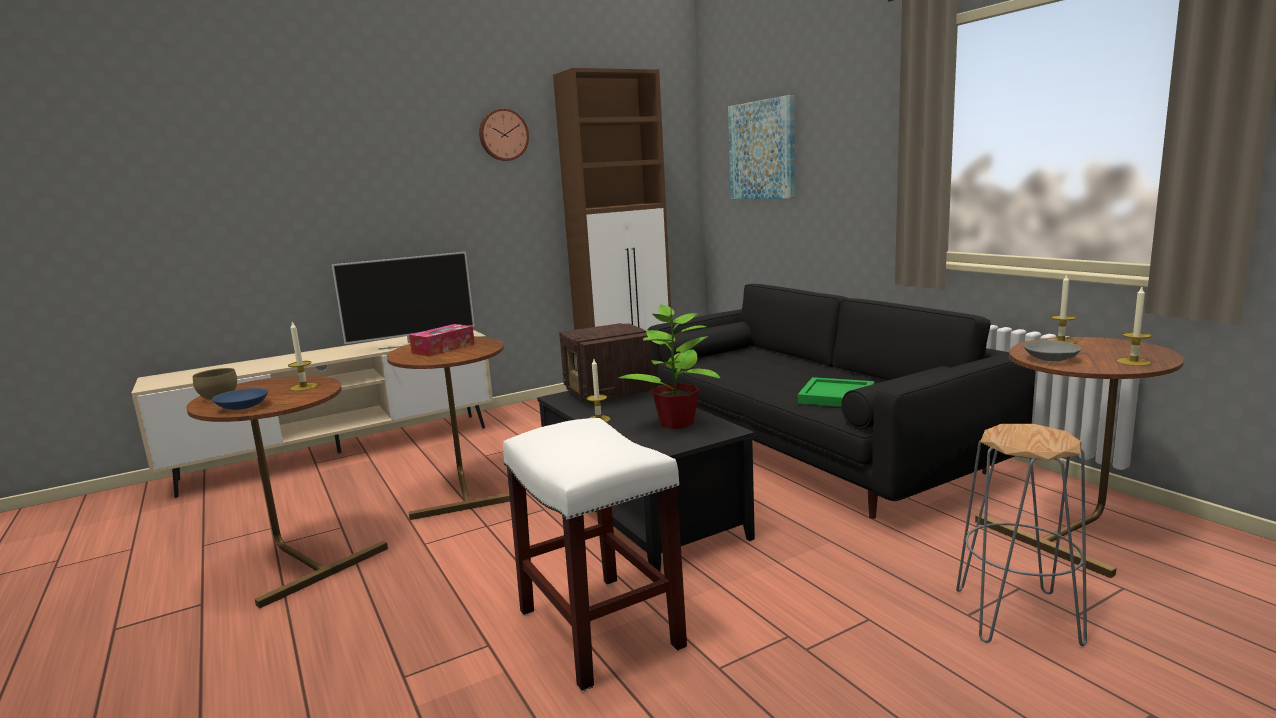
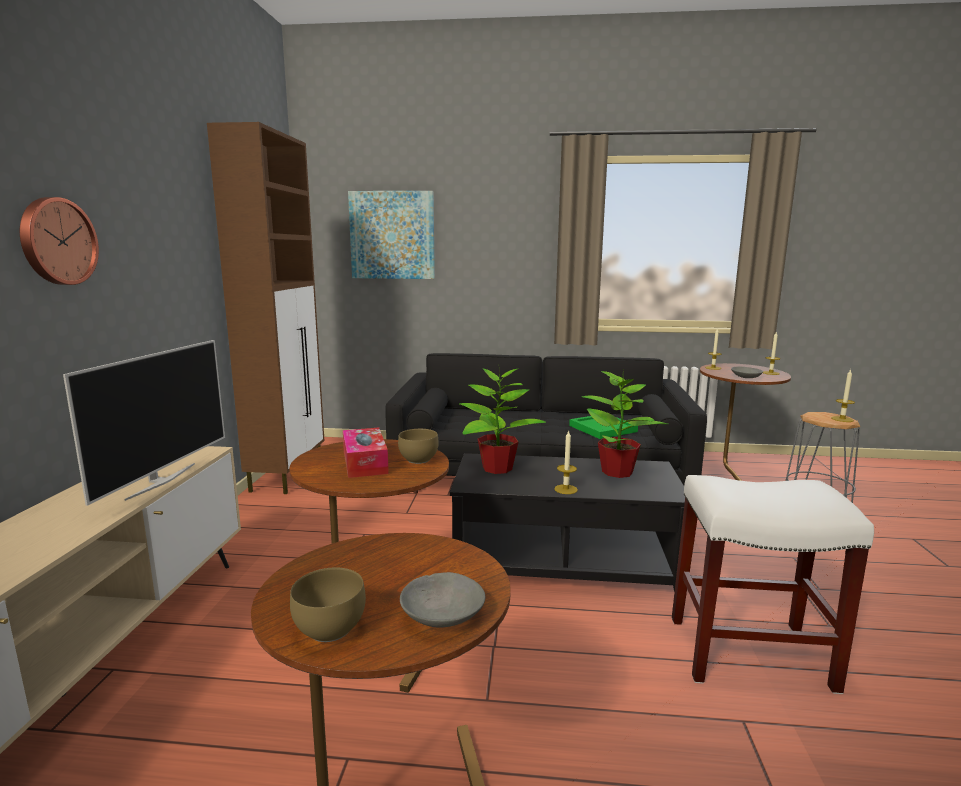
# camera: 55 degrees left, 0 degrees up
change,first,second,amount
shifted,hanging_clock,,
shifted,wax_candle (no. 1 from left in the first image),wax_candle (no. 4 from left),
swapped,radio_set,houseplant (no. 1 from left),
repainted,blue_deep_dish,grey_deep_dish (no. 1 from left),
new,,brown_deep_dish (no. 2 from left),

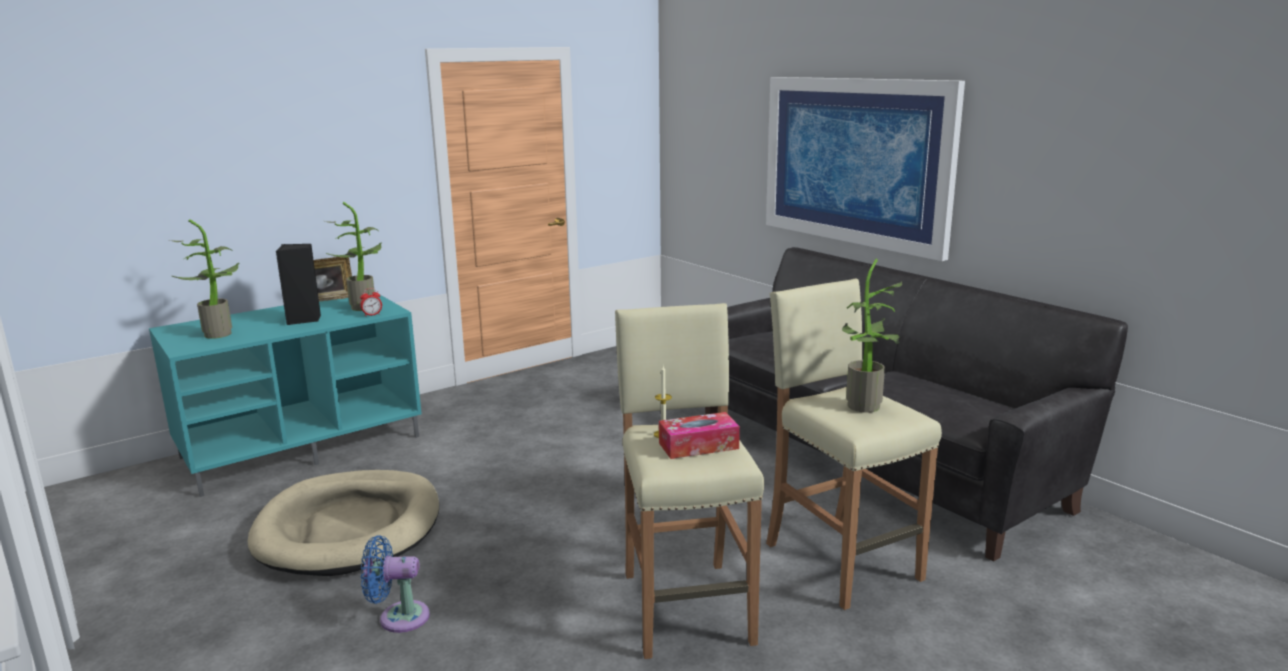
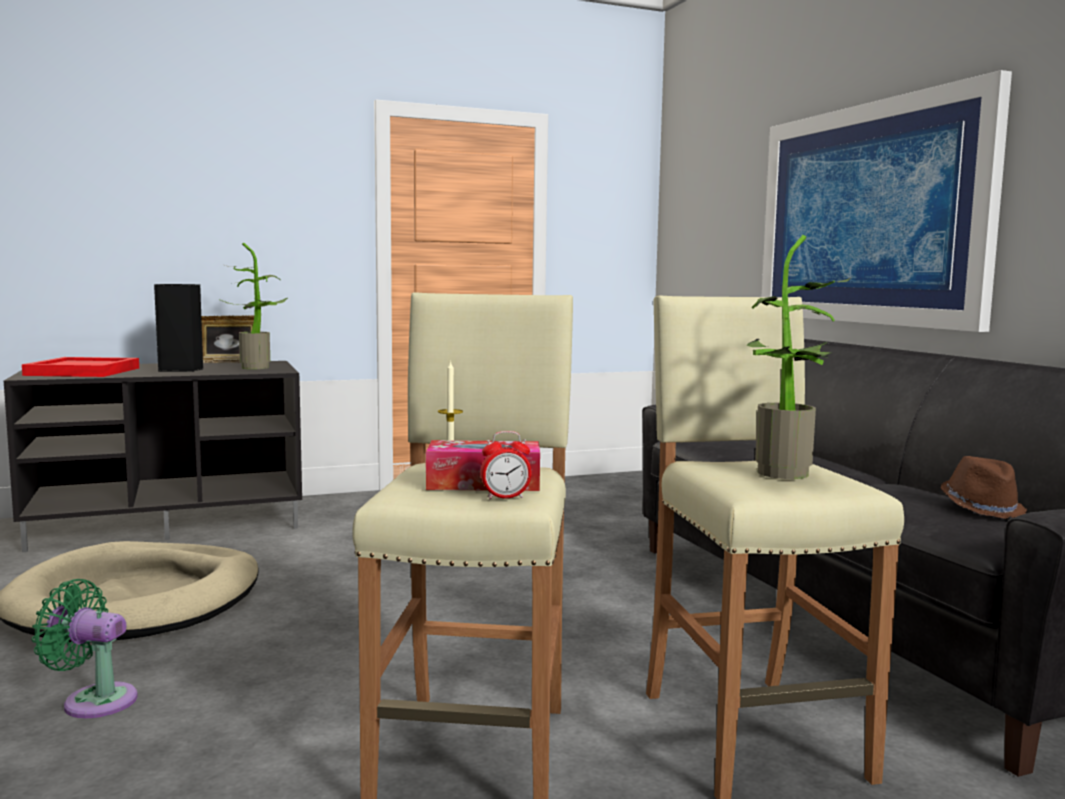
# camera: 15 degrees right, 10 degrees down
change,first,second,amount
swapped,houseplant (no. 1 from left),red_serving_tray,
shifted,bedside_clock,,
repainted,blue-green_media_console,black-coloured_media_console,
repainted,blue_fan,greenish_fan,
new,,brown_clothing_hat,

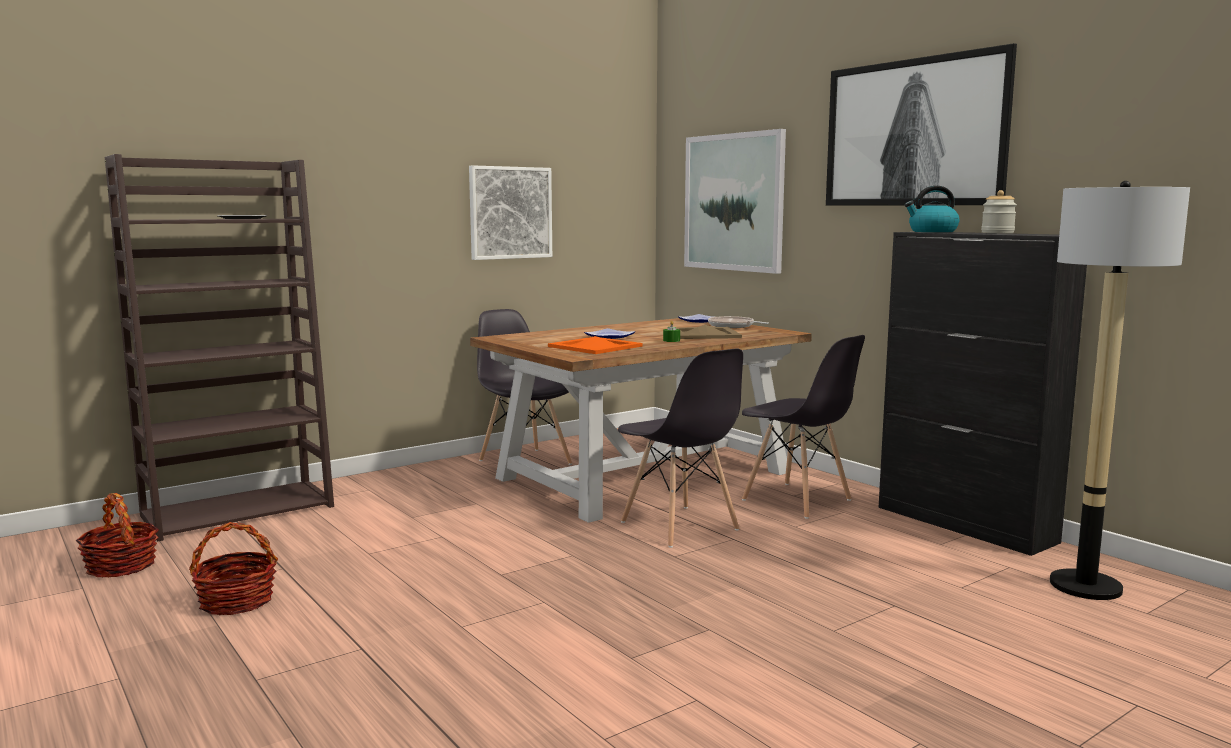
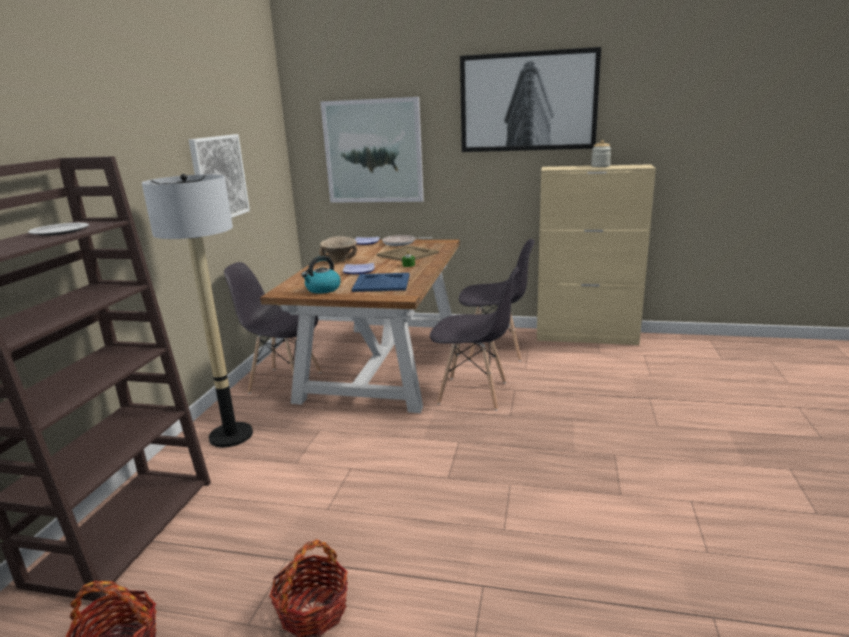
# camera: 40 degrees left, 10 degrees up
change,first,second,amount
shifted,floor_lamp,,
shifted,tea_kettle,,
repainted,black-coloured_storage_cabinet,beige_storage_cabinet,
repainted,orangey_serving_tray,blue_serving_tray,
new,,beige_deep_dish,

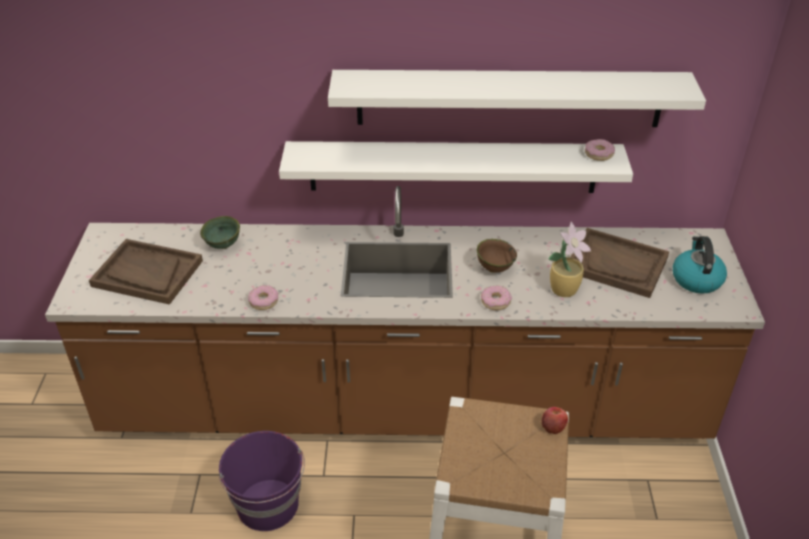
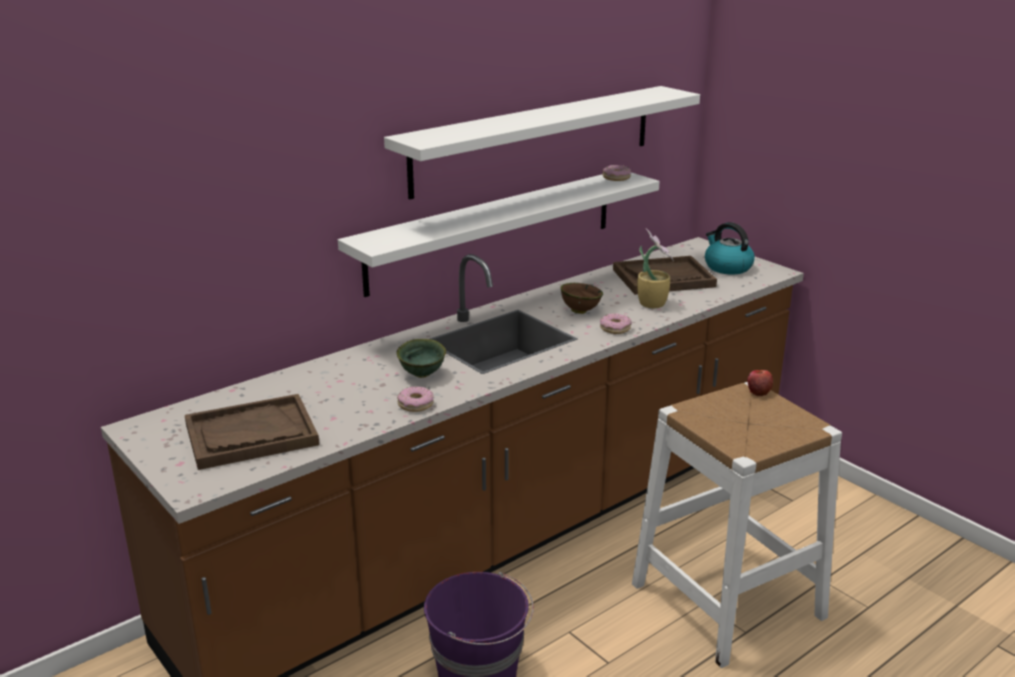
# camera: 40 degrees left, 15 degrees down
change,first,second,amount
shifted,greenish_deep_dish,,

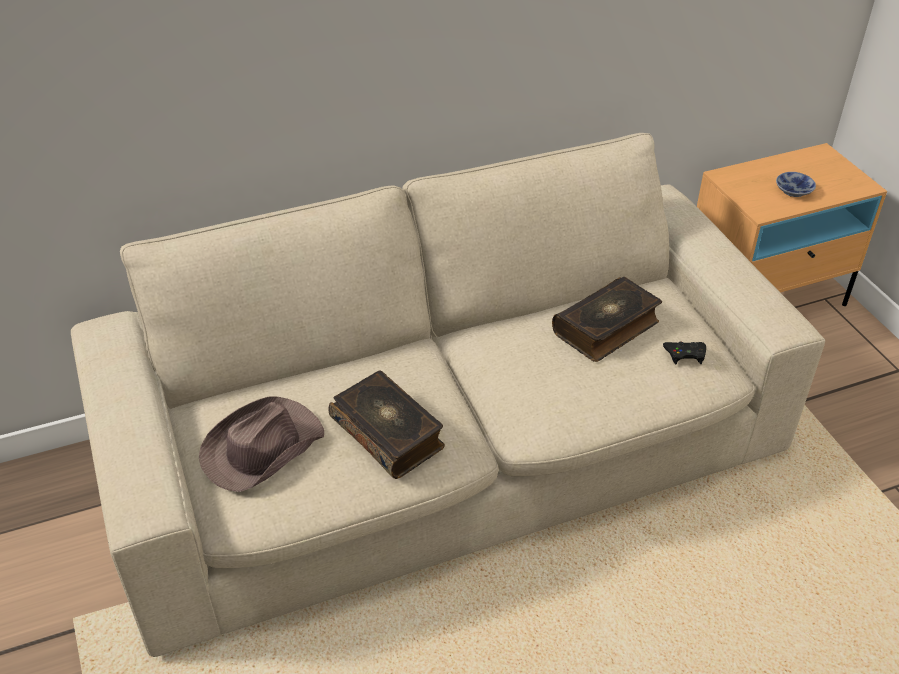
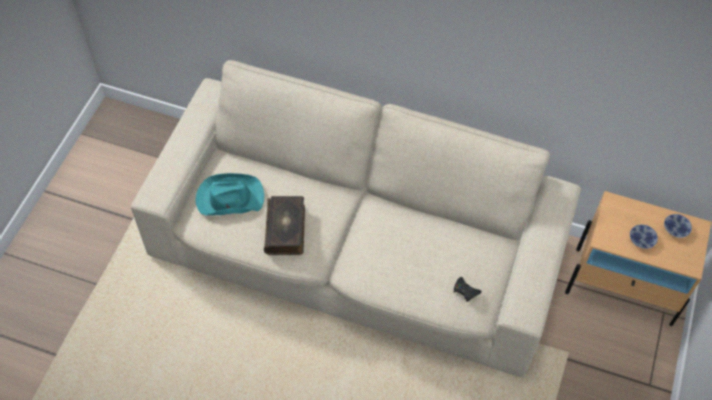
# camera: 40 degrees right, 15 degrees up
change,first,second,amount
gone,bound_book (no. 2 from left),,
repainted,brown_clothing_hat,blue-green_clothing_hat,
new,,deep_dish (no. 2 from left),

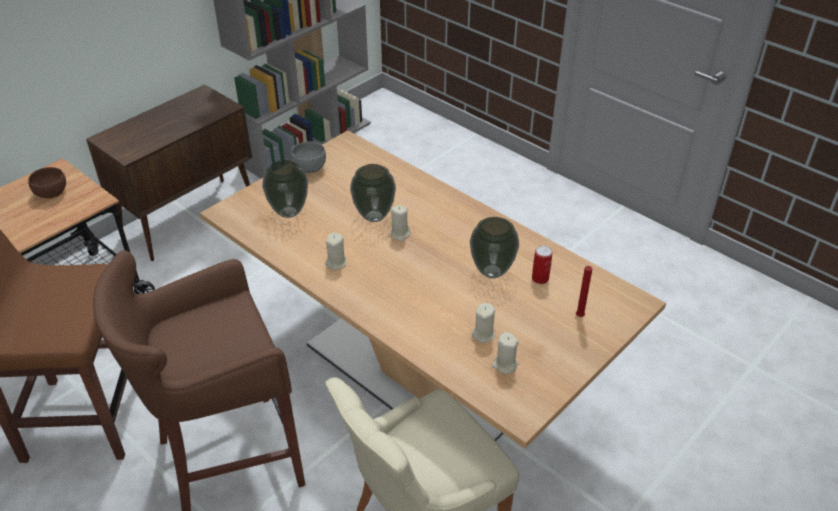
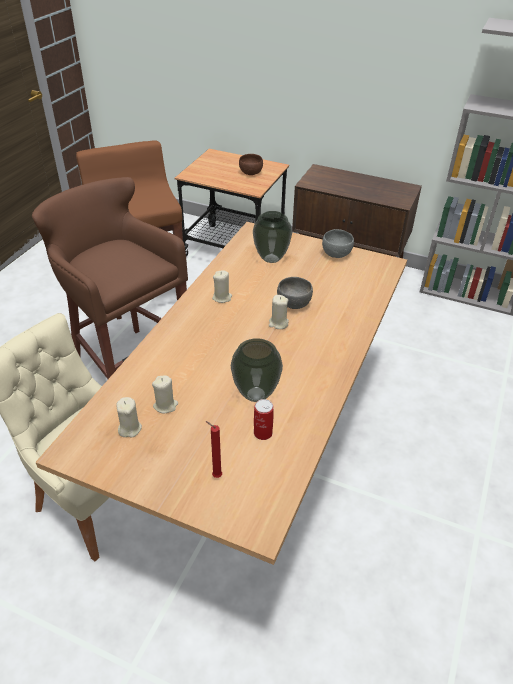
# camera: 70 degrees right, 0 degrees up
change,first,second,amount
swapped,vase (no. 2 from left),grey_deep_dish (no. 1 from left),

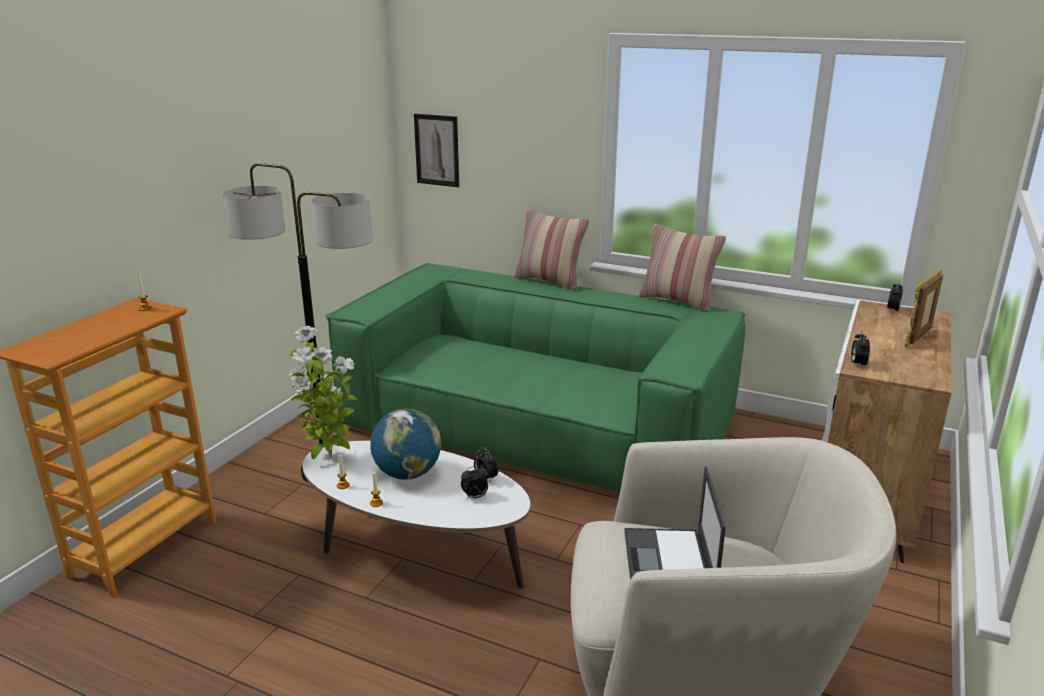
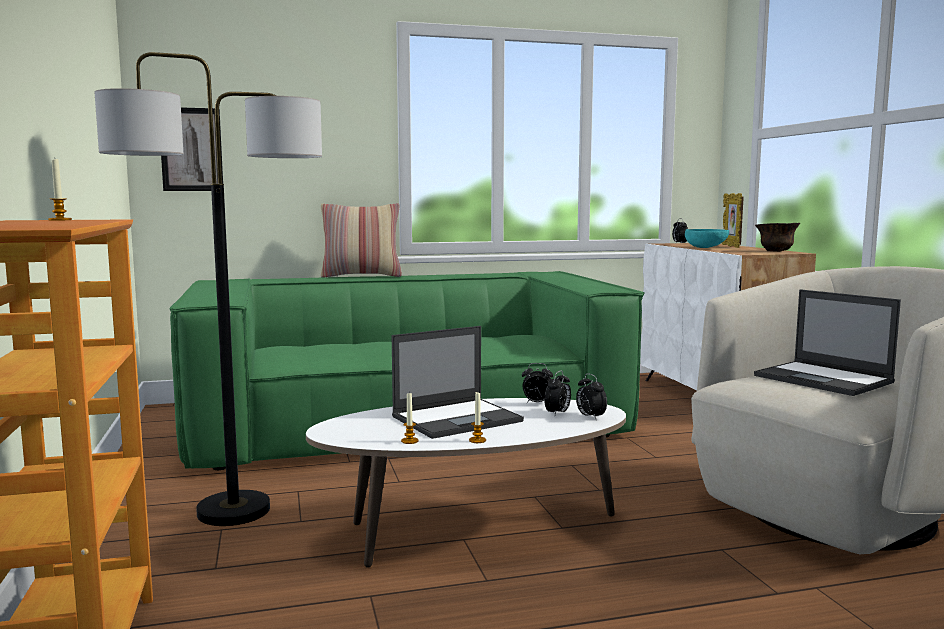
# camera: 40 degrees left, 15 degrees down
change,first,second,amount
gone,pillow (no. 2 from left),,
gone,houseplant,,
shifted,bedside_clock (no. 3 from left),,
swapped,globe,portable_computer (no. 1 from left),
new,,brown_deep_dish,
new,,blue-green_deep_dish,

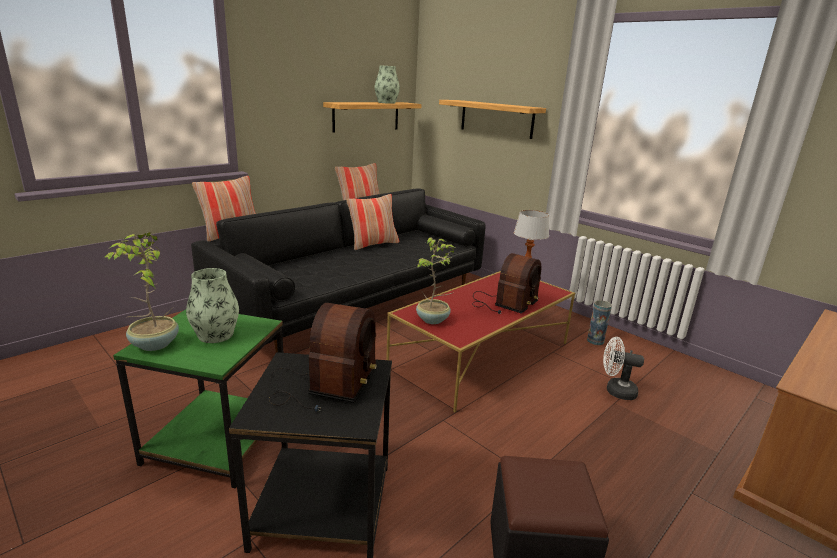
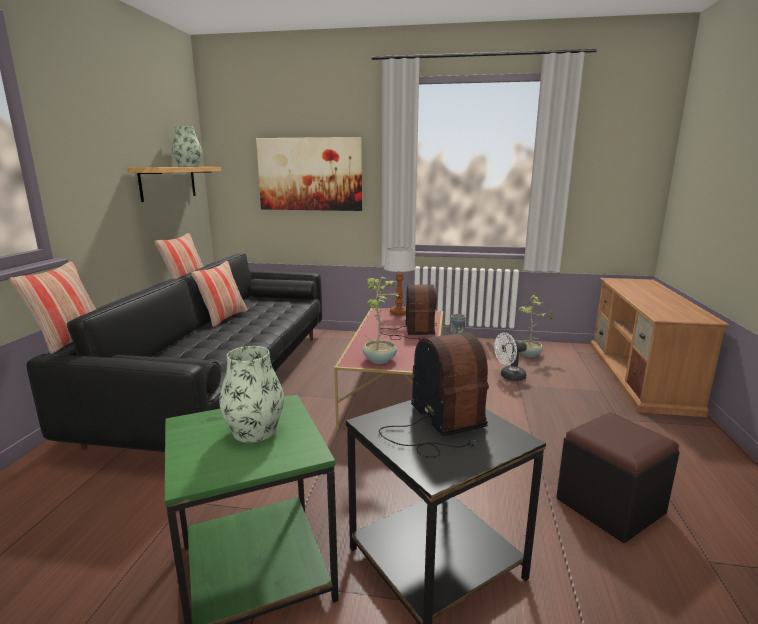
# camera: 35 degrees left, 5 degrees down
change,first,second,amount
swapped,wall_shelf (no. 2 from left),wall_picture,
shifted,houseplant (no. 1 from left in the first image),houseplant (no. 2 from left),

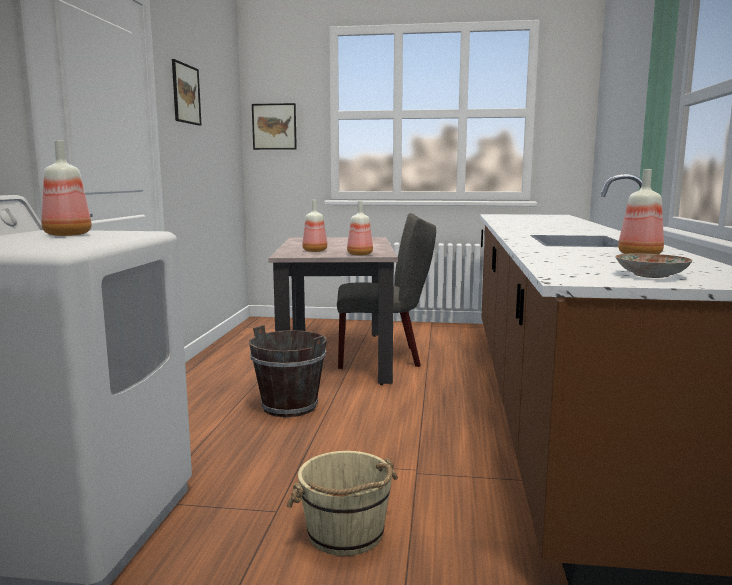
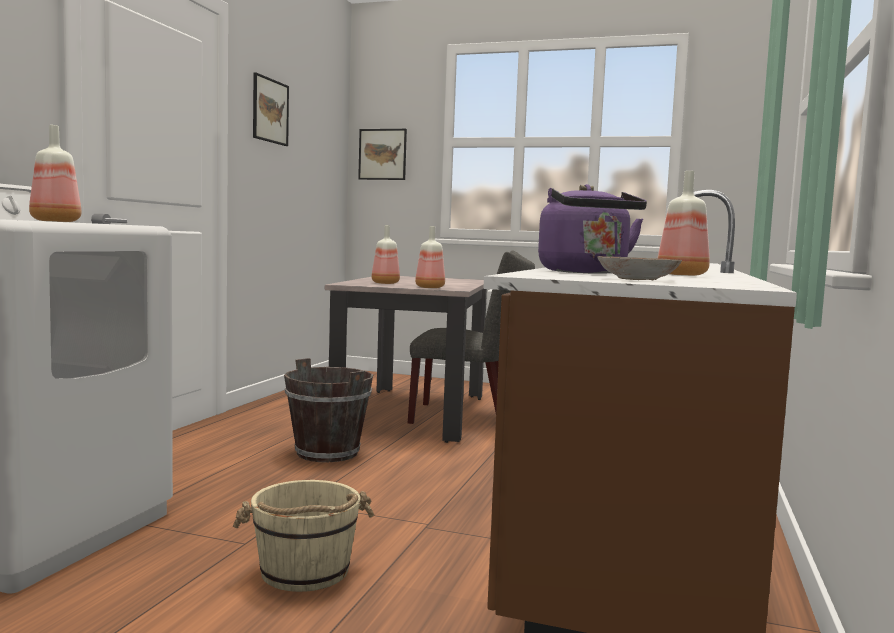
# camera: 10 degrees right, 5 degrees down
change,first,second,amount
new,,purple-coloured_tea_kettle,

